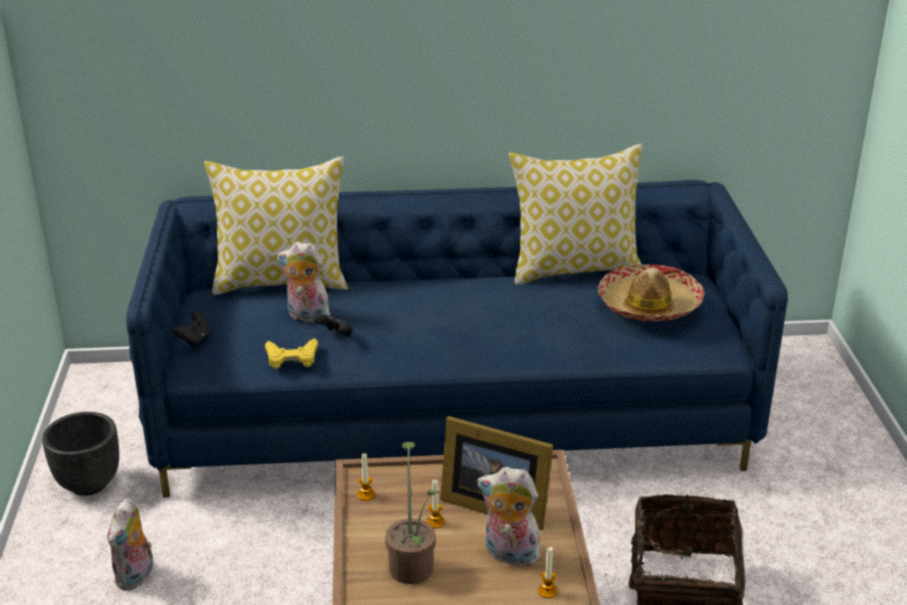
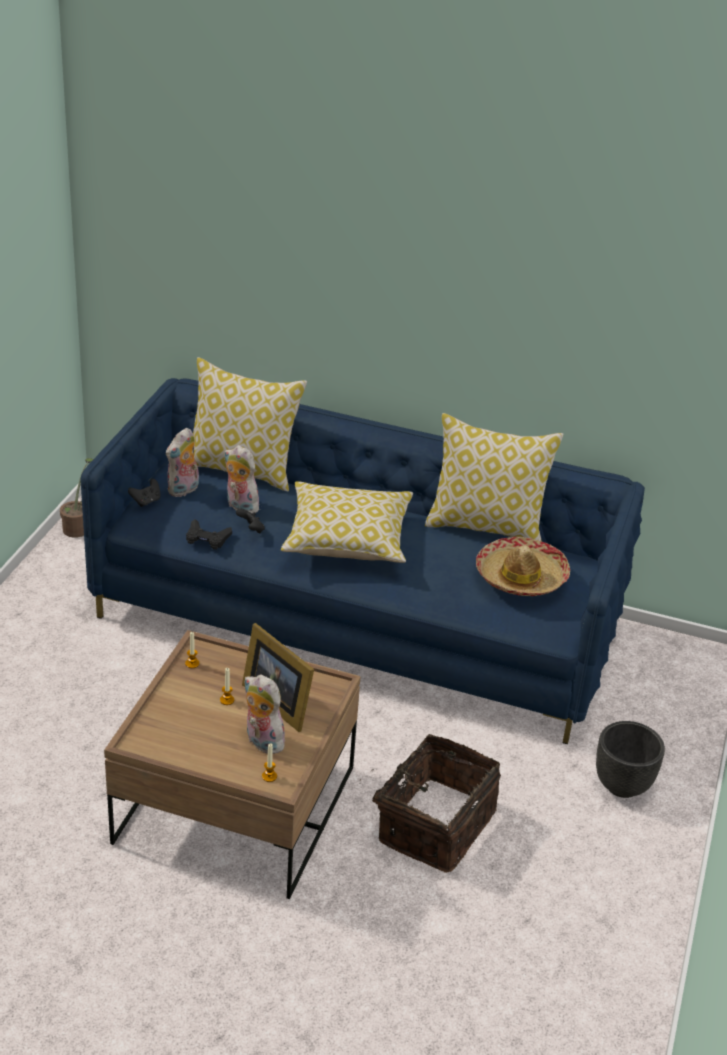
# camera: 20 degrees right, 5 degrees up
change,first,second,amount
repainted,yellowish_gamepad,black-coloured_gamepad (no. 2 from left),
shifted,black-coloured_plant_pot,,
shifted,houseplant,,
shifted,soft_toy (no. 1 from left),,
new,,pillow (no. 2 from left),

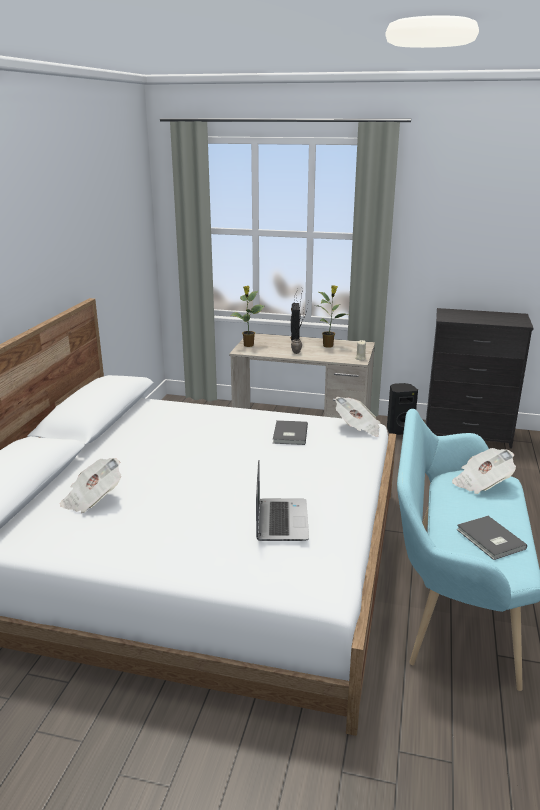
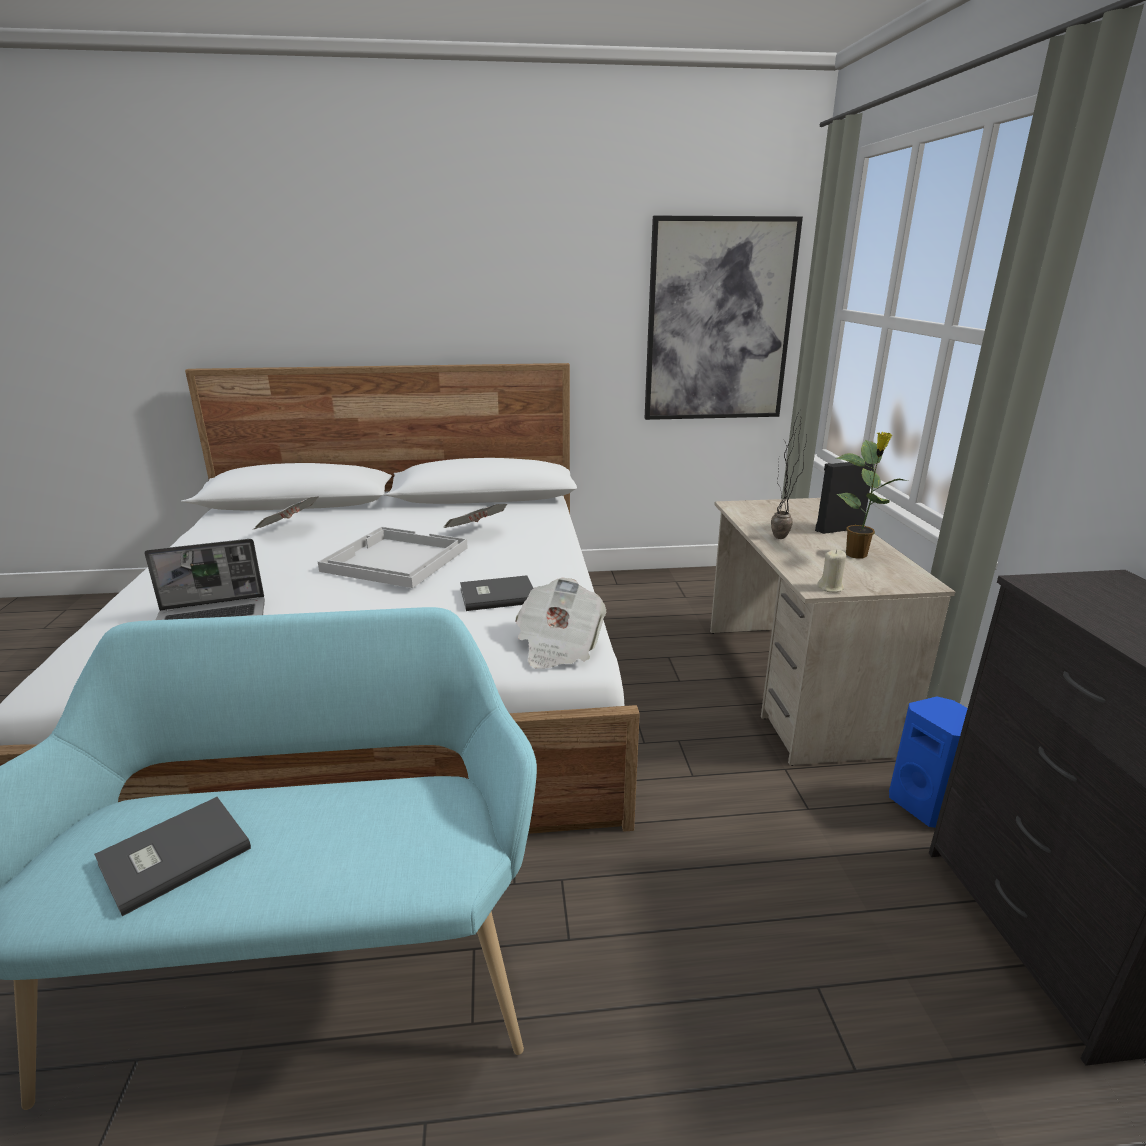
# camera: 70 degrees right, 0 degrees up
change,first,second,amount
gone,houseplant (no. 1 from left),,
repainted,black-coloured_loudspeaker (no. 2 from left),blue_loudspeaker,
shifted,newspaper (no. 3 from left in the first image),newspaper (no. 2 from left),
new,,wall_picture,
new,,whitish_serving_tray,

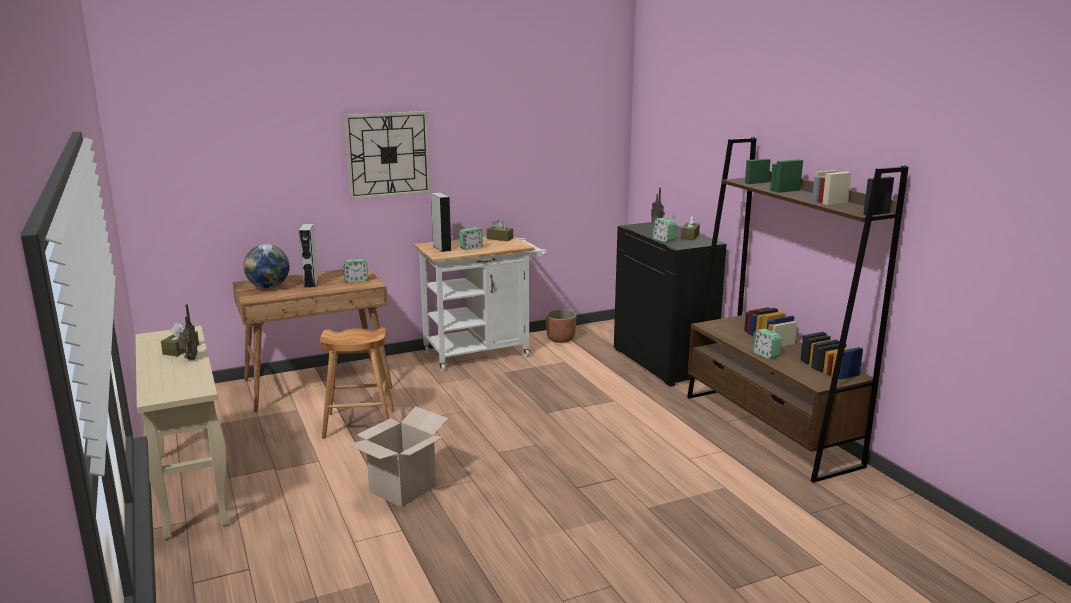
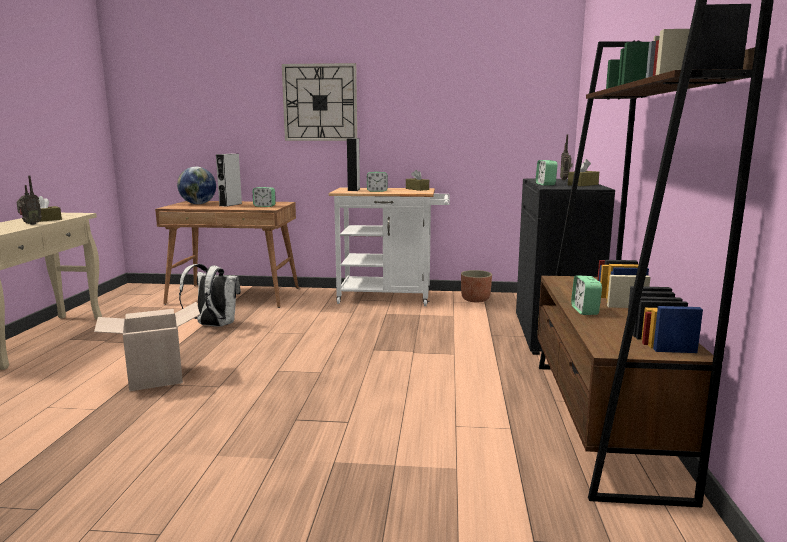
# camera: 30 degrees right, 5 degrees down
change,first,second,amount
swapped,brown_stool,whitish_knapsack,

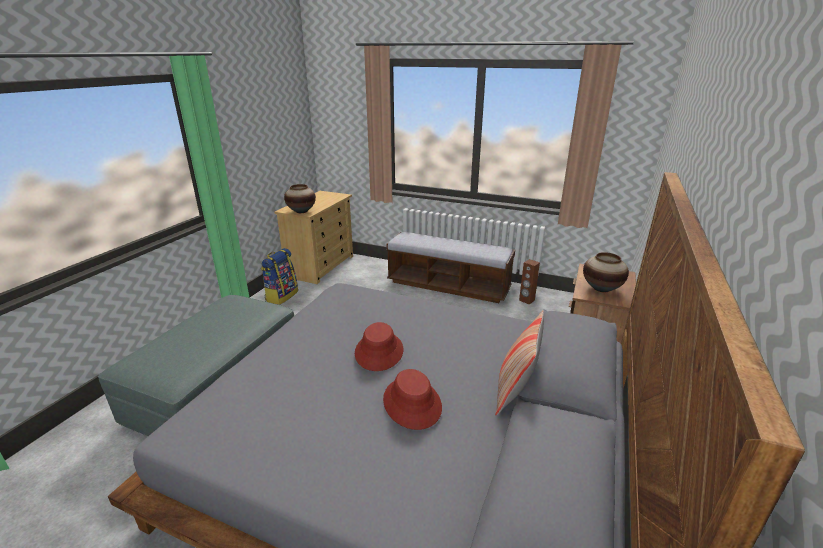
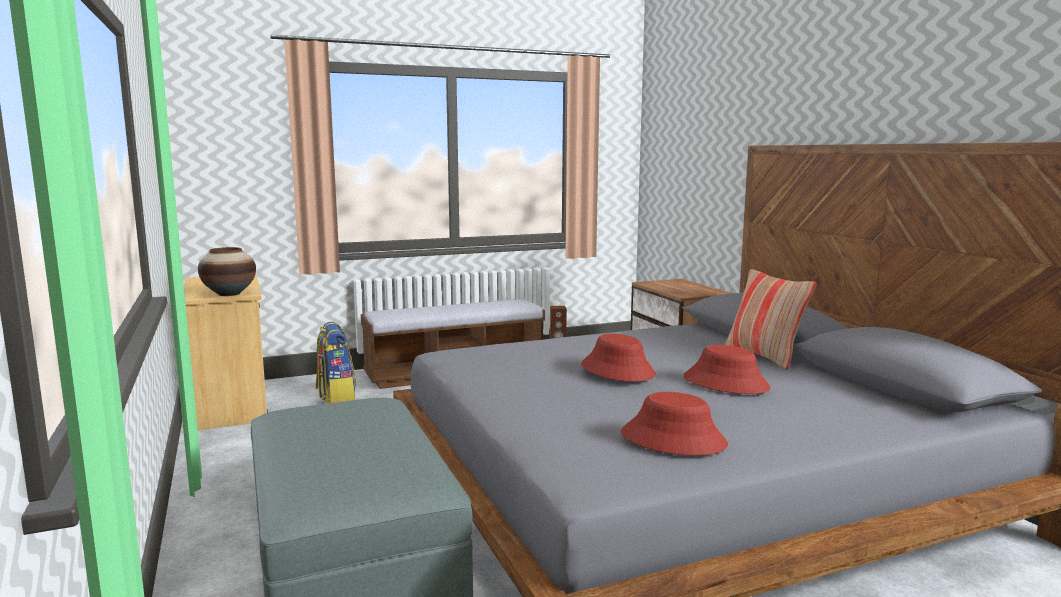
# camera: 45 degrees left, 15 degrees down
change,first,second,amount
shifted,knapsack,,
gone,vase (no. 2 from left),,
new,,red_clothing_hat (no. 2 from left),

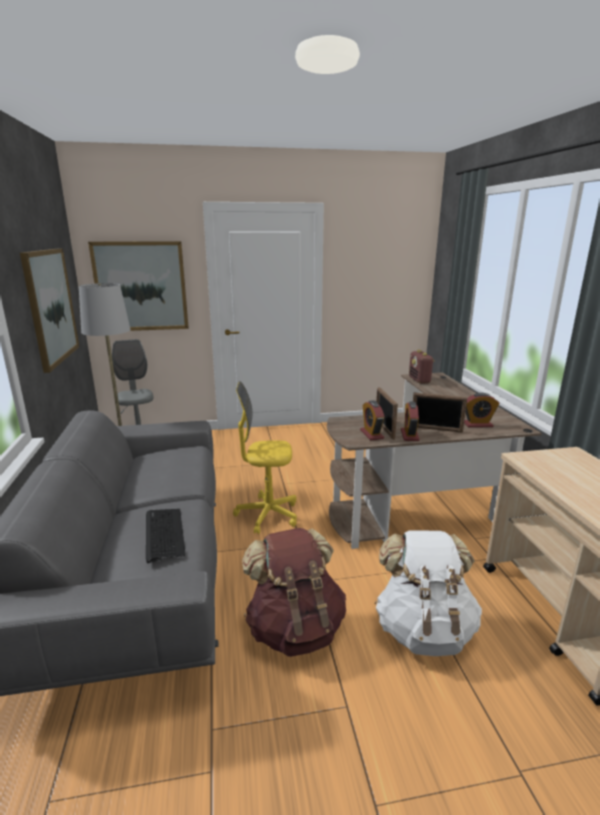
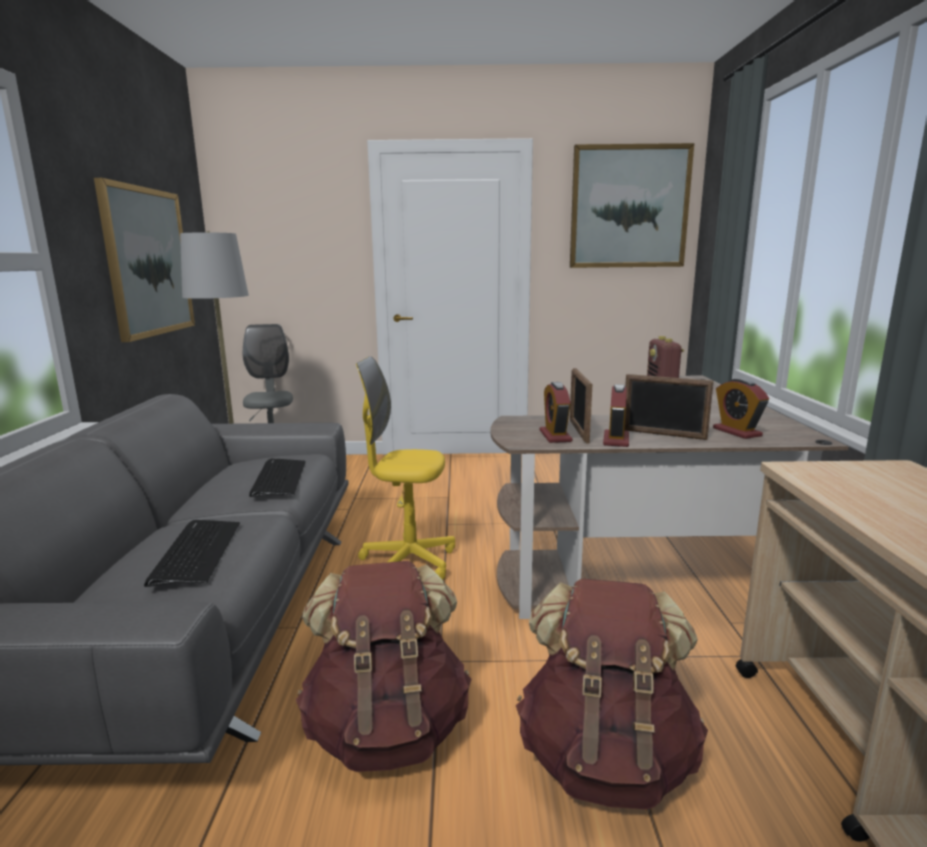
# camera: 10 degrees right, 5 degrees down
change,first,second,amount
shifted,wall_picture (no. 2 from left),,
rotated,bedside_clock (no. 3 from left),,60 degrees clockwise
repainted,whitish_knapsack,brown_knapsack (no. 2 from left),
new,,computer_keyboard (no. 2 from left),

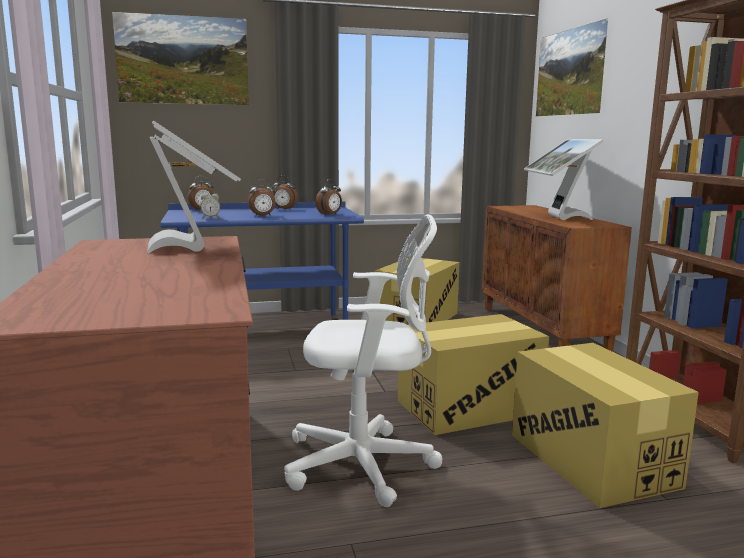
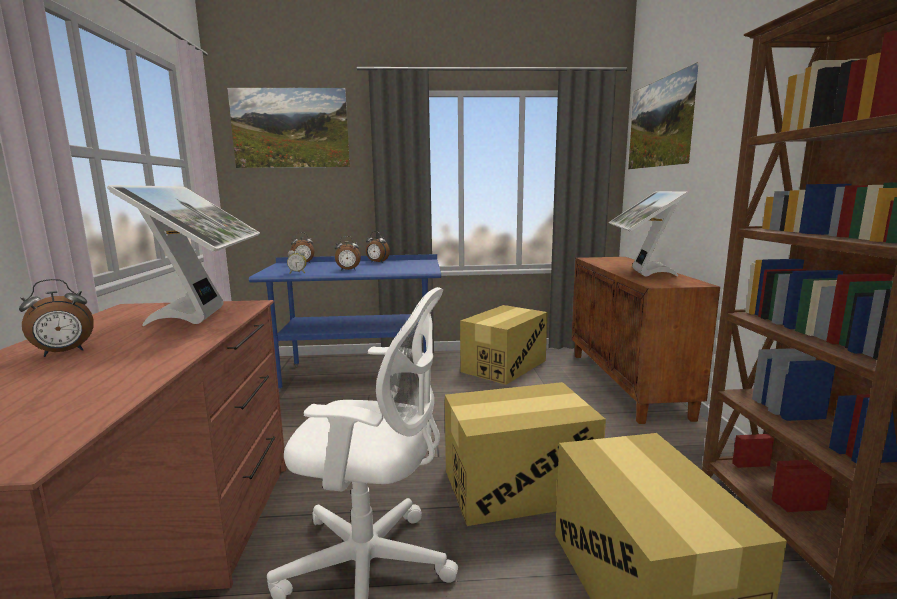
# camera: 10 degrees right, 0 degrees up
change,first,second,amount
shifted,bedside_clock (no. 5 from left in the first image),bedside_clock (no. 1 from left),

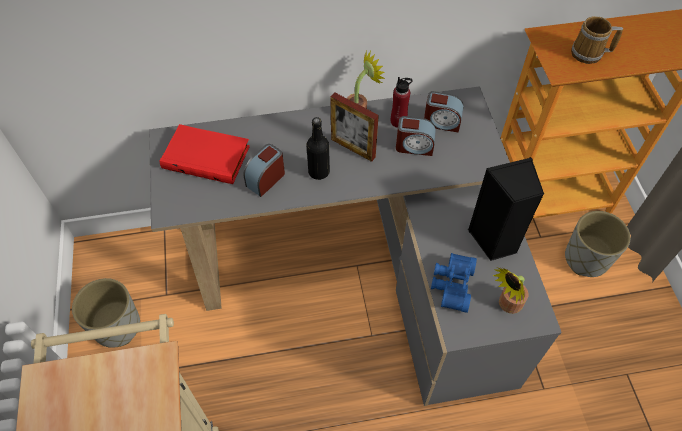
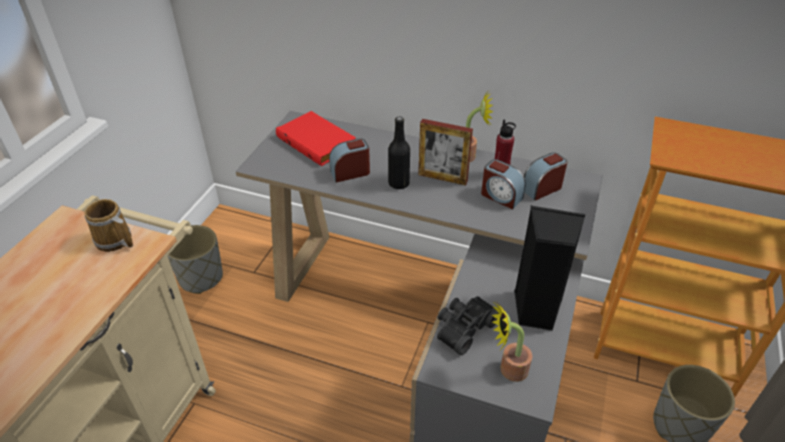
# camera: 30 degrees right, 15 degrees down
change,first,second,amount
shifted,mug,,
rotated,bedside_clock (no. 3 from left),,105 degrees clockwise
rotated,picture_frame,,45 degrees counterclockwise
repainted,blue_field_glasses,black-coloured_field_glasses,

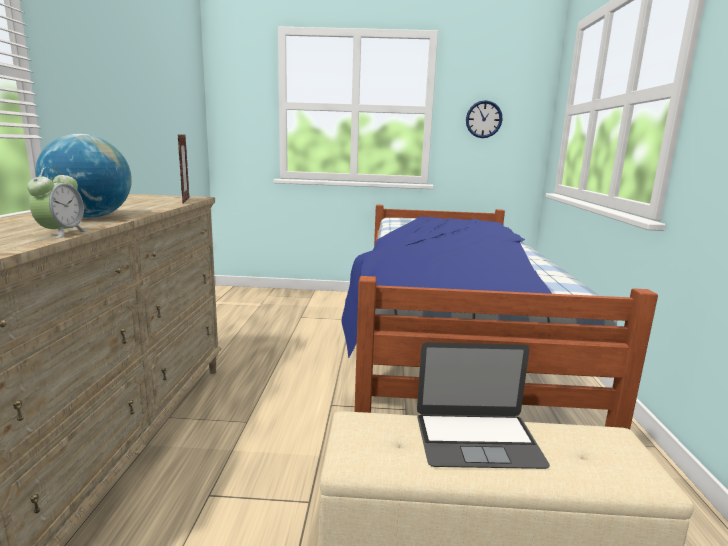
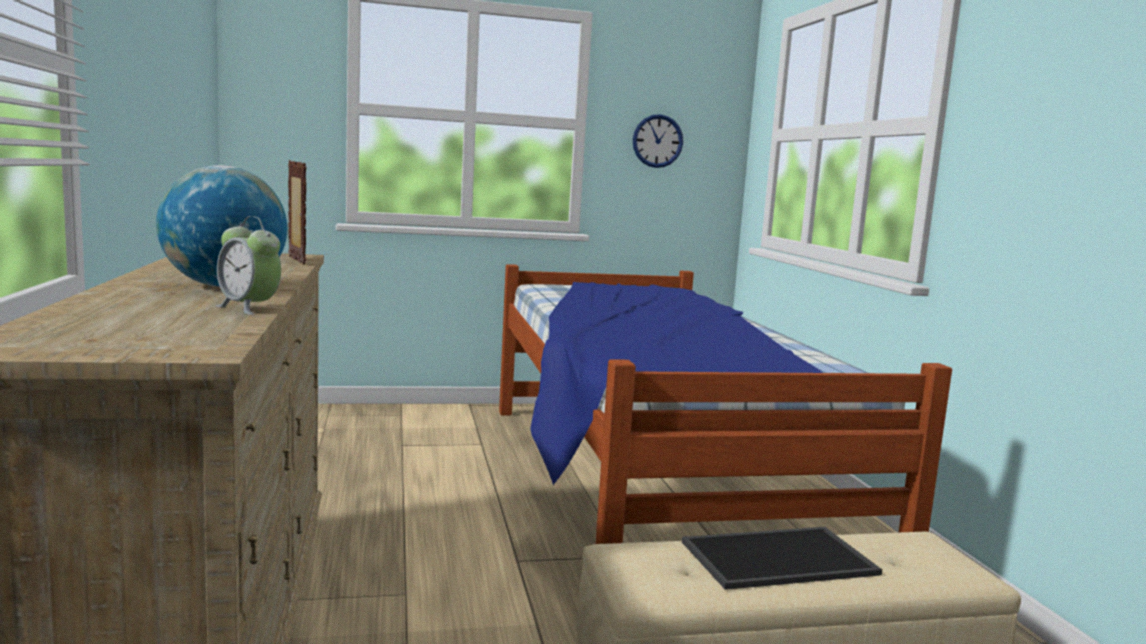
# camera: 15 degrees left, 5 degrees down
change,first,second,amount
rotated,bedside_clock,,135 degrees clockwise
swapped,portable_computer,serving_tray,

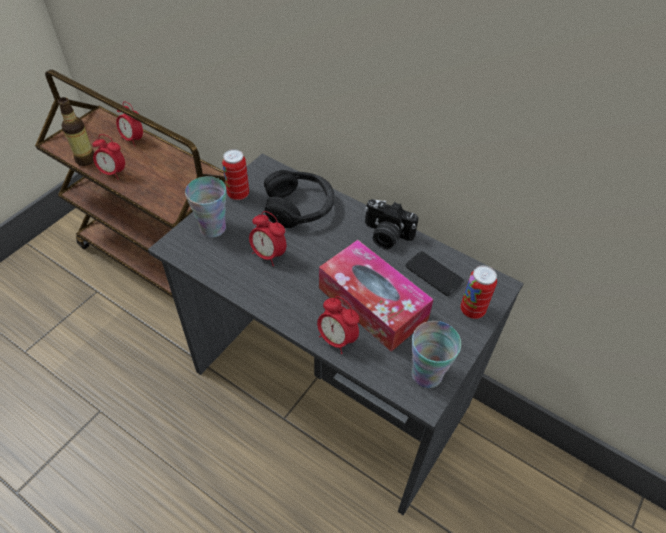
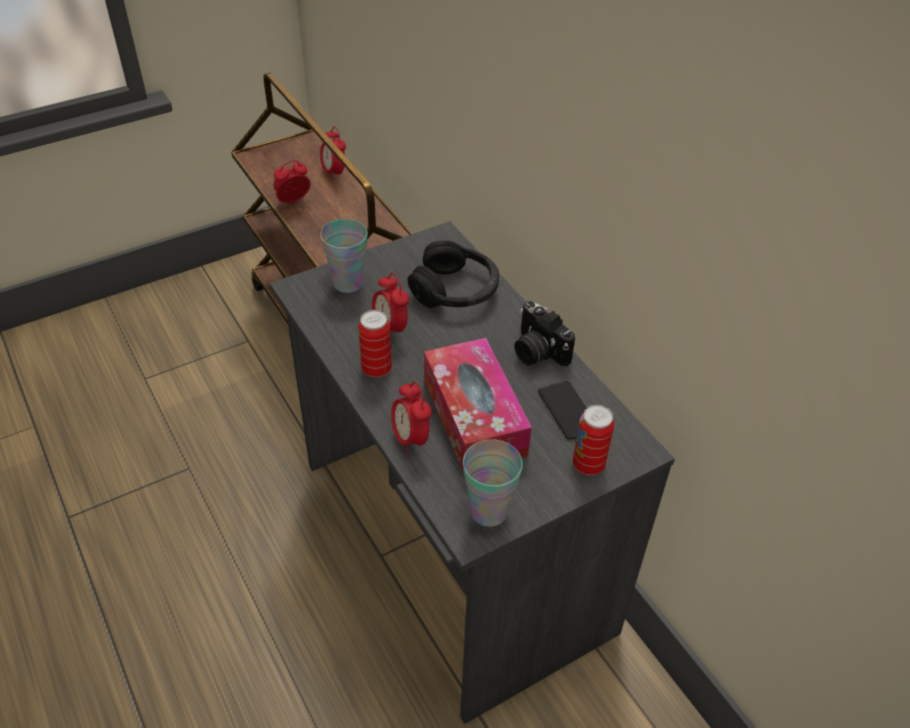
# camera: 25 degrees right, 5 degrees down
change,first,second,amount
gone,drink_bottle,,
rotated,bedside_clock (no. 1 from left),,105 degrees clockwise
shifted,sealed_can (no. 1 from left),,

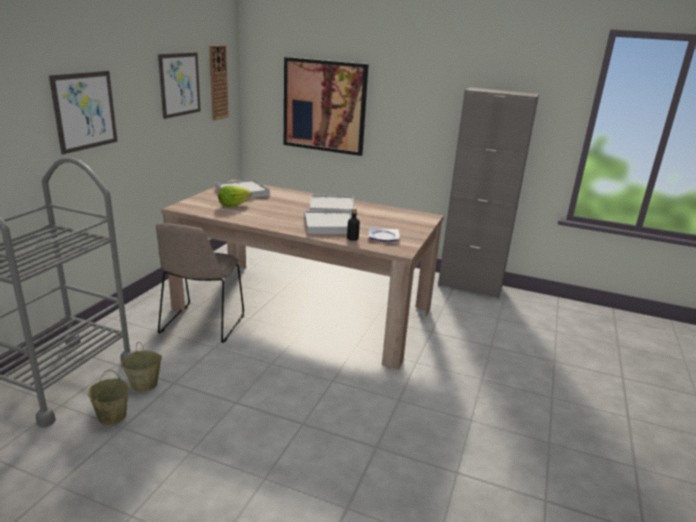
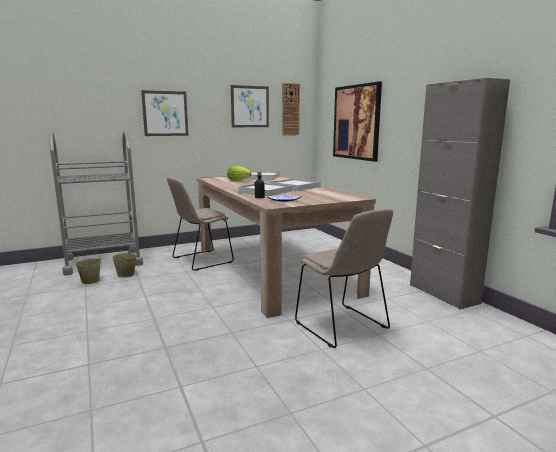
# camera: 45 degrees right, 10 degrees down
change,first,second,amount
new,,beige_chair (no. 2 from left),

